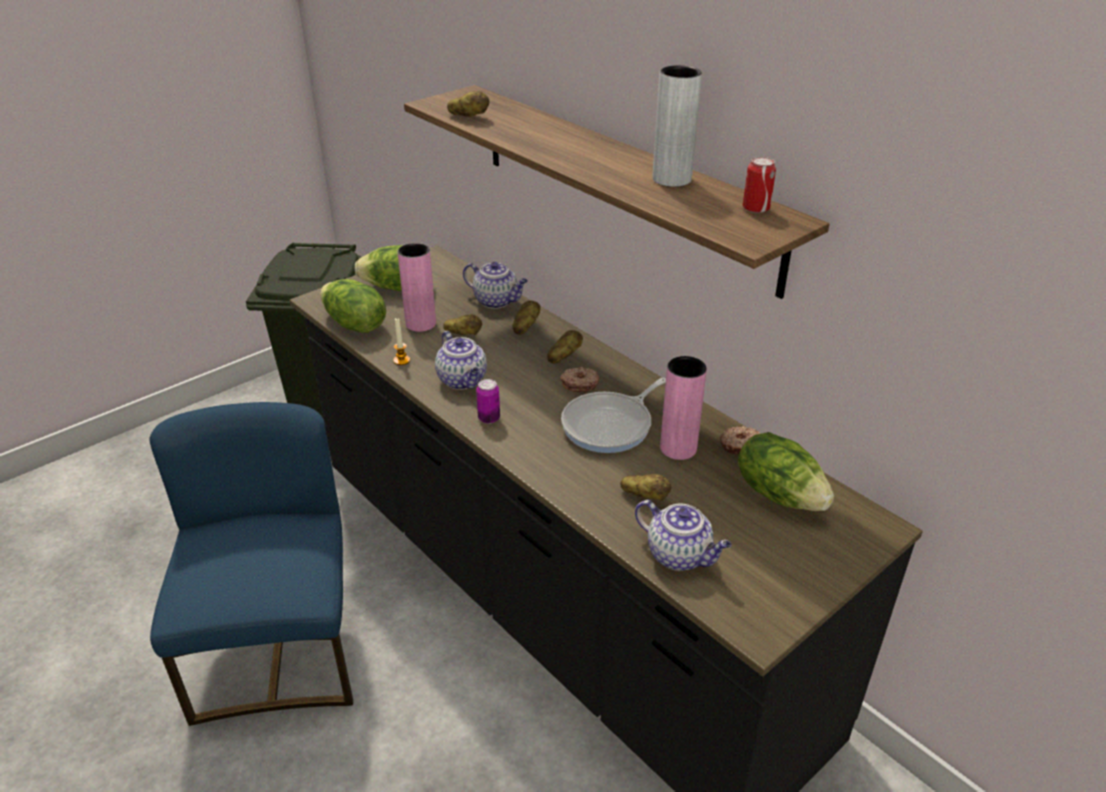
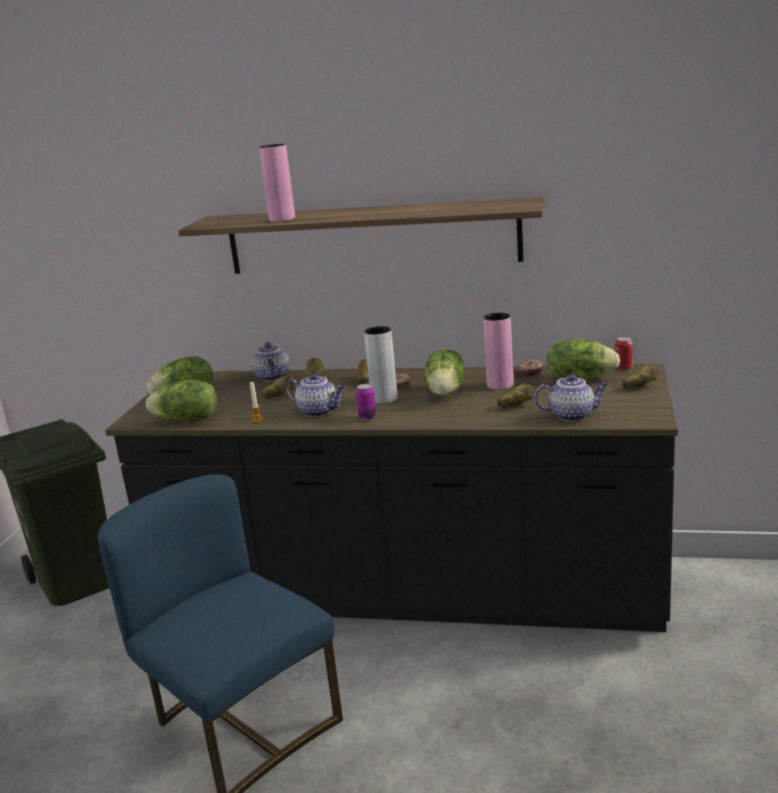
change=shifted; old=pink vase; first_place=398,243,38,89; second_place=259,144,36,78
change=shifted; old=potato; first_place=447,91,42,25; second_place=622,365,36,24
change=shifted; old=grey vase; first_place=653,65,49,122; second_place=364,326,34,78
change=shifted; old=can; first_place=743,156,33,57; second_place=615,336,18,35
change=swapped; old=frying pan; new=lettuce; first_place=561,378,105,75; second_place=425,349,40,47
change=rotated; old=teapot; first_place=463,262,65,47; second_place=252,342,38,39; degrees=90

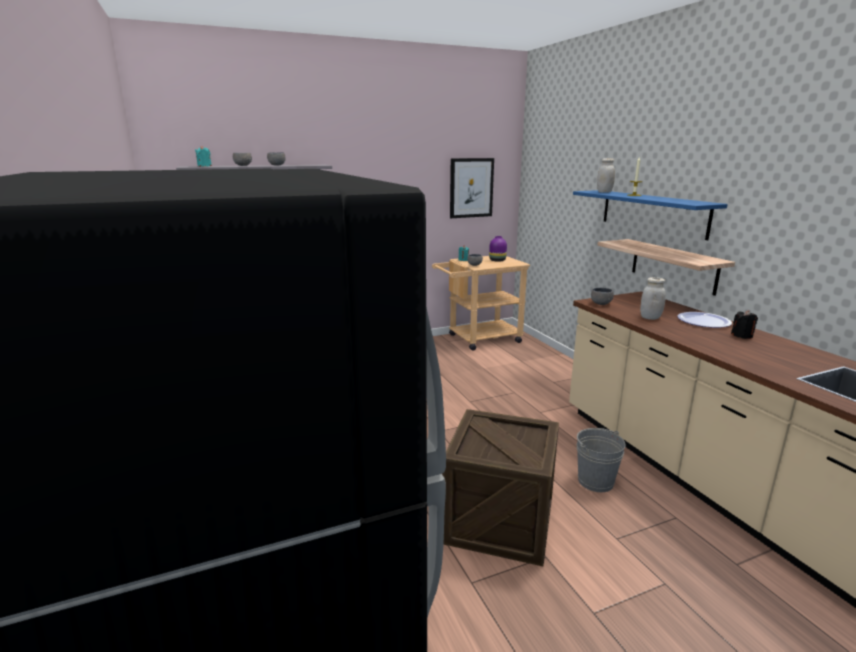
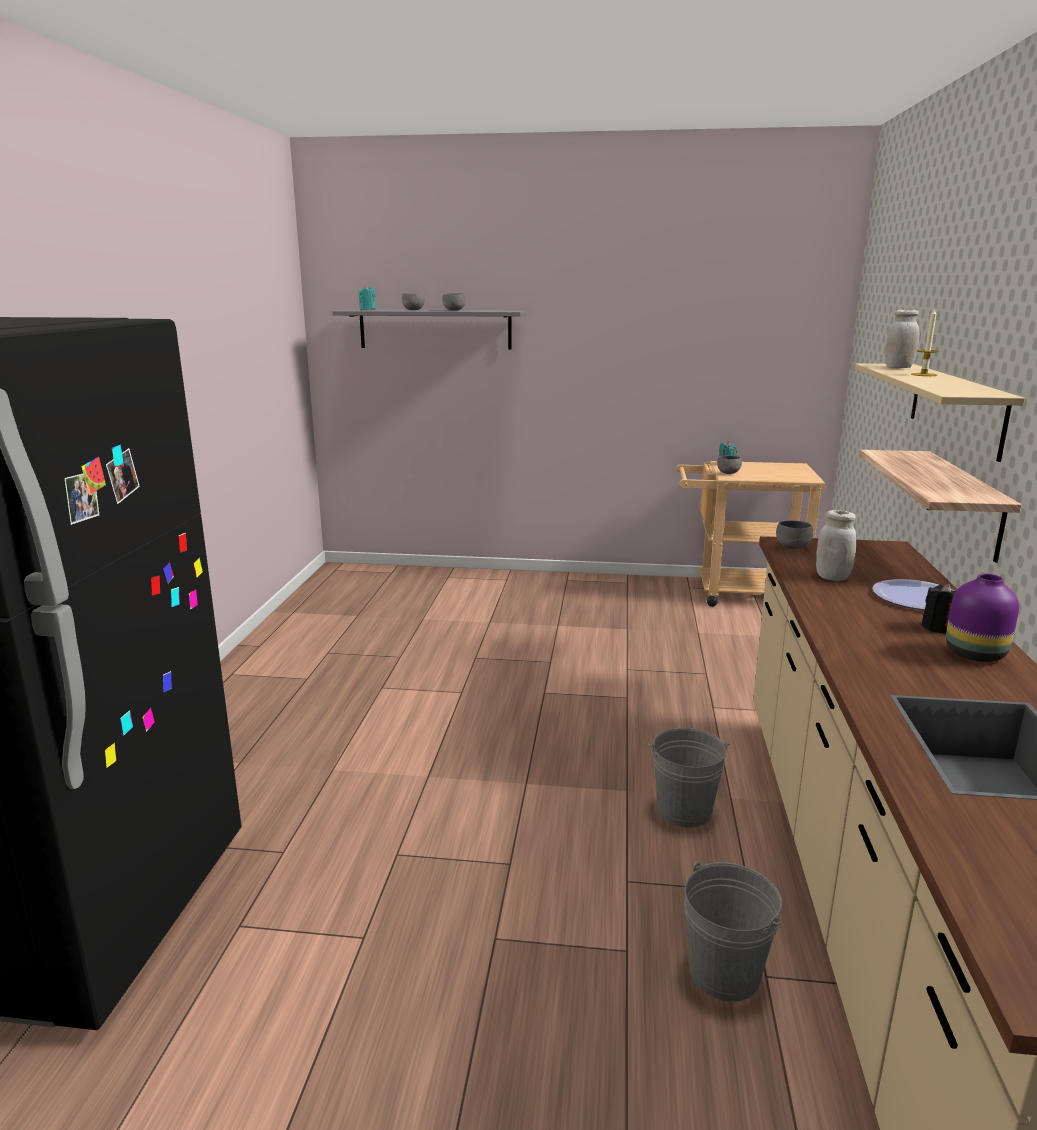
change=gone; old=crate; first_place=442,409,117,157
change=gone; old=picture; first_place=450,158,44,60
change=new; new=grey bucket; second_place=684,862,99,139
change=shifted; old=purple vase; first_place=489,236,18,26; second_place=946,574,73,88
change=repainted; old=blue shelf; new=beige shelf; first_place=573,190,155,50; second_place=854,363,171,99

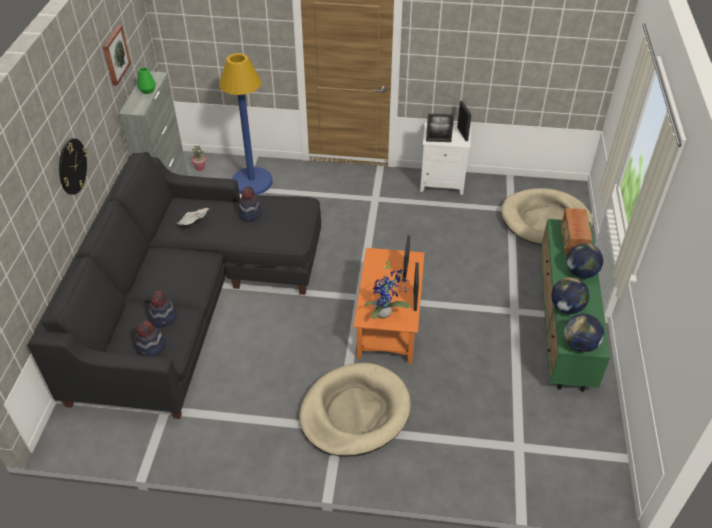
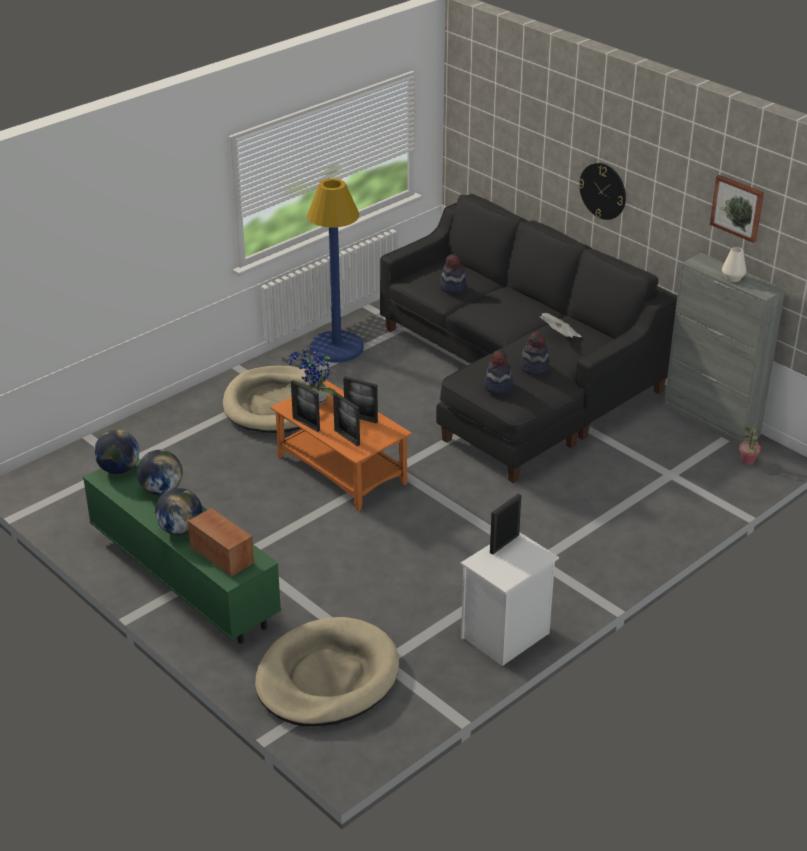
change=shifted; old=hat; first_place=135,320,31,37; second_place=484,350,29,45
change=shifted; old=blue floor lamp; first_place=219,53,54,142; second_place=307,178,57,185
change=shifted; old=picture frame; first_place=457,101,14,40; second_place=343,376,35,47
change=repainted; old=green vase; new=white vase; first_place=137,67,19,27; second_place=722,247,24,35

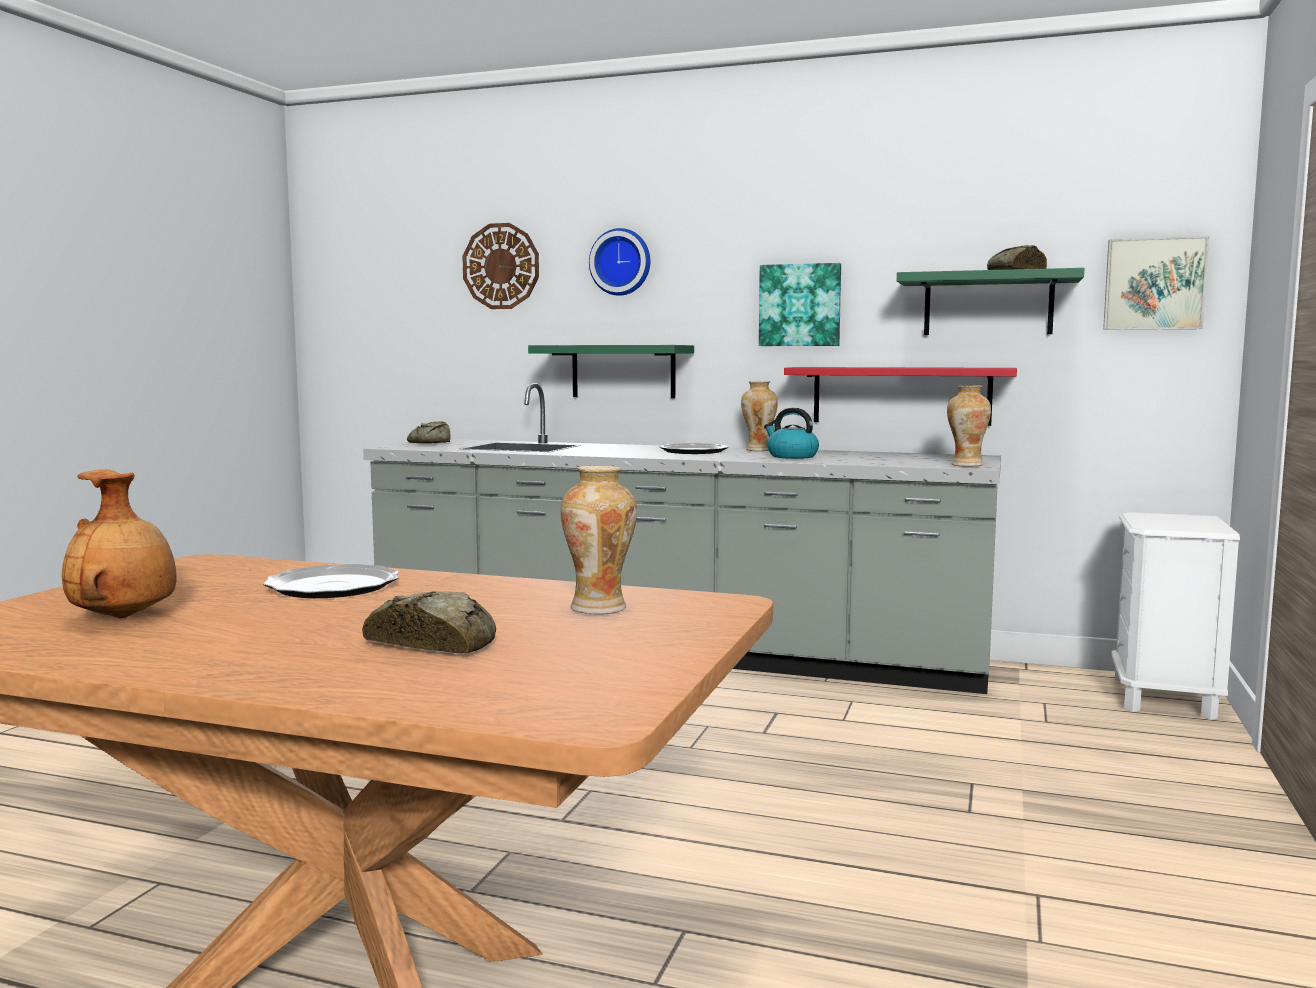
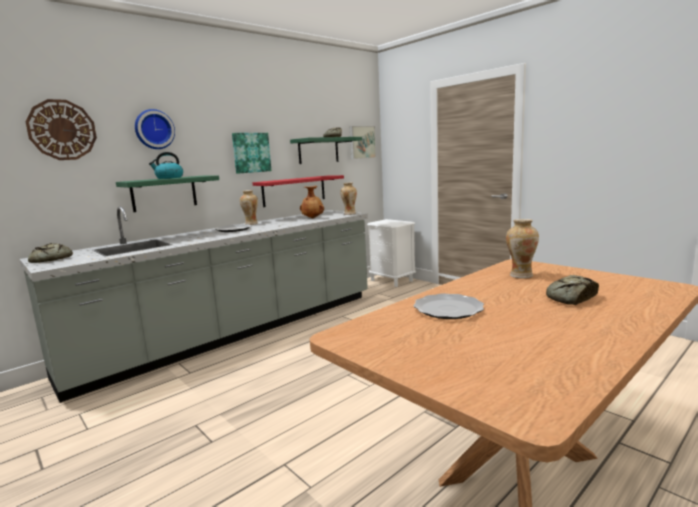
change=shifted; old=brown vase; first_place=62,469,115,149; second_place=300,186,24,32
change=shifted; old=kettle; first_place=764,408,55,51; second_place=149,152,34,27

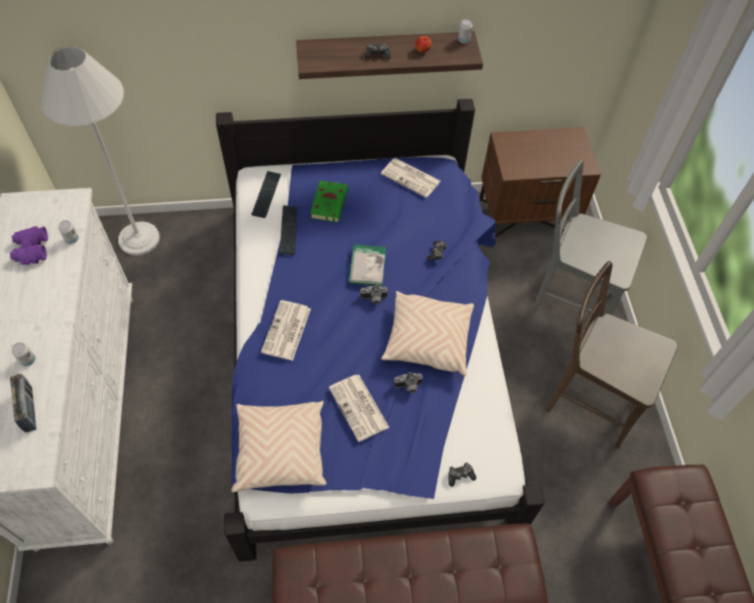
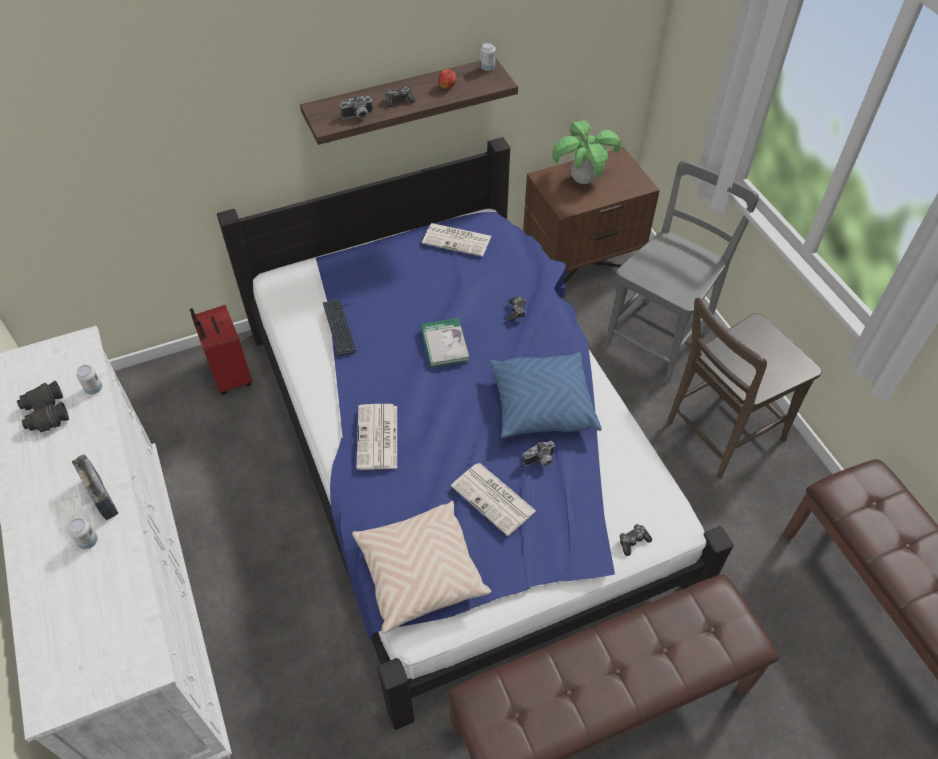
change=gone; old=white floor lamp; first_place=41,46,119,209
change=gone; old=keyboard; first_place=251,171,30,47
change=gone; old=green book; first_place=310,181,38,42
change=new; new=red suitcase; second_place=190,305,62,90
change=new; new=potted plant; second_place=552,120,69,64
change=shifted; old=radio; first_place=10,374,26,58; second_place=72,454,46,66
change=shifted; old=photo camera; first_place=360,285,28,19; second_place=340,95,33,24
change=repainted; old=purple binoculars; new=black binoculars; first_place=10,226,38,39; second_place=17,381,52,51
change=repainted; old=beige pillow; new=blue pillow; first_place=381,291,93,85; second_place=489,352,113,86
change=rotated; old=grey chair; first_place=531,160,116,155; second_place=603,160,156,223; degrees=120
change=rotated; old=brown chair; first_place=546,261,132,188; second_place=667,298,155,181; degrees=-45

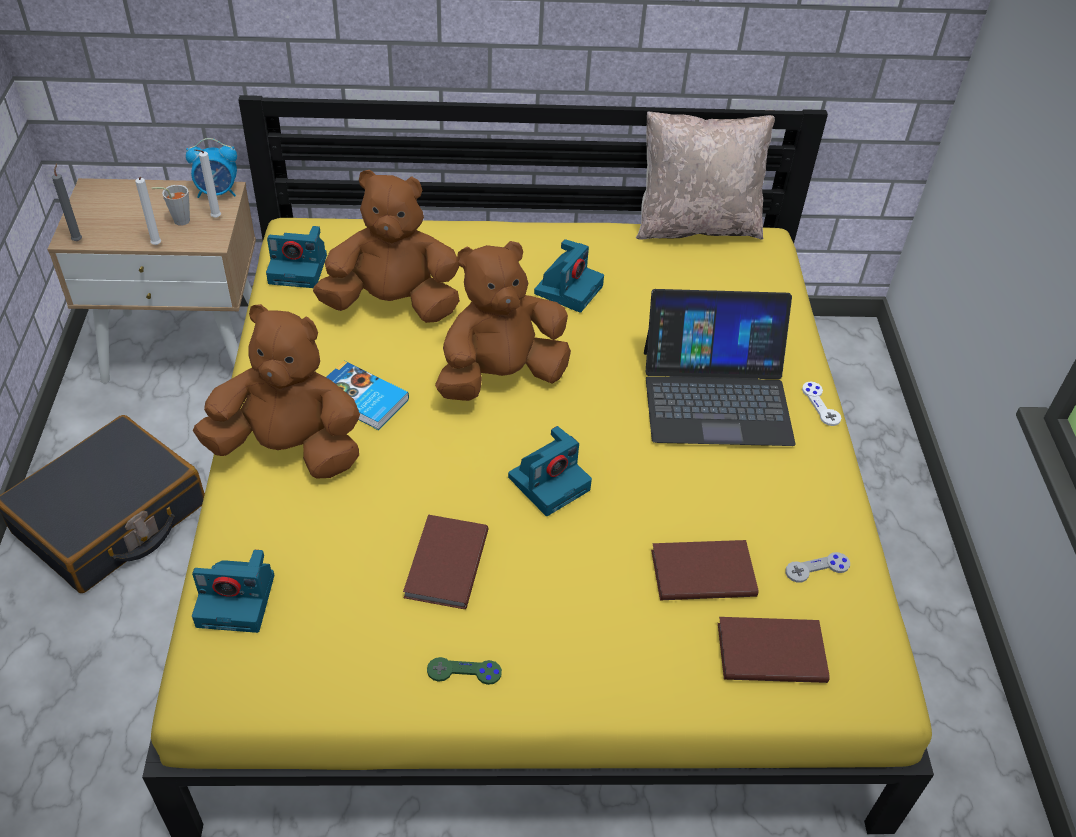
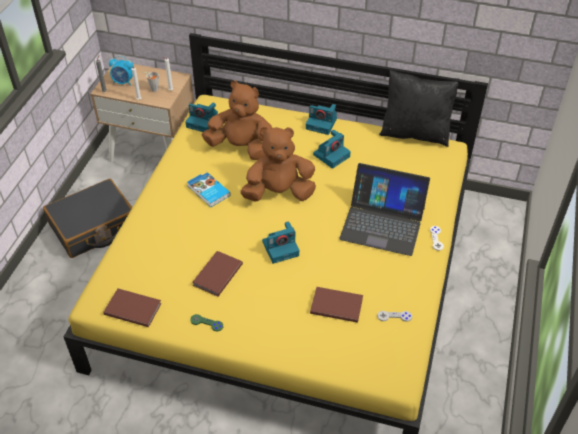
change=gone; old=brown plush toy; first_place=193,304,167,175
change=shifted; old=alarm clock; first_place=186,138,51,60; second_place=109,56,25,30
change=shifted; old=photo camera; first_place=192,550,82,83; second_place=306,104,31,31
change=shifted; old=brown book; first_place=718,617,112,66; second_place=103,288,59,39
change=repainted; old=beige pillow; new=black pillow; first_place=636,112,139,128; second_place=379,70,80,77

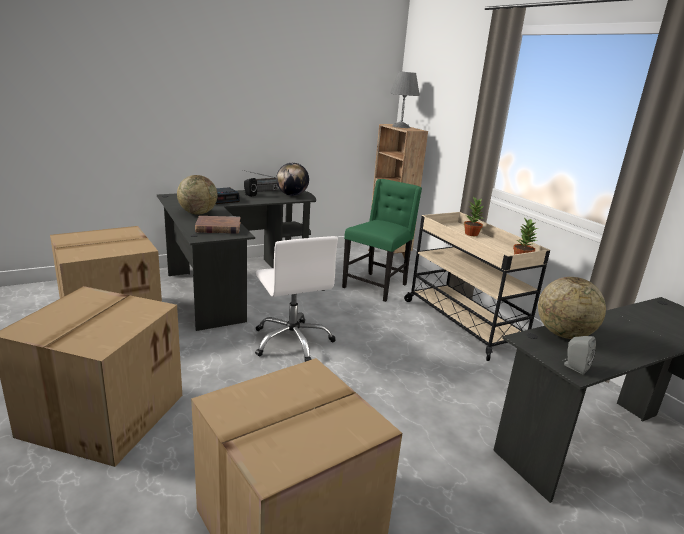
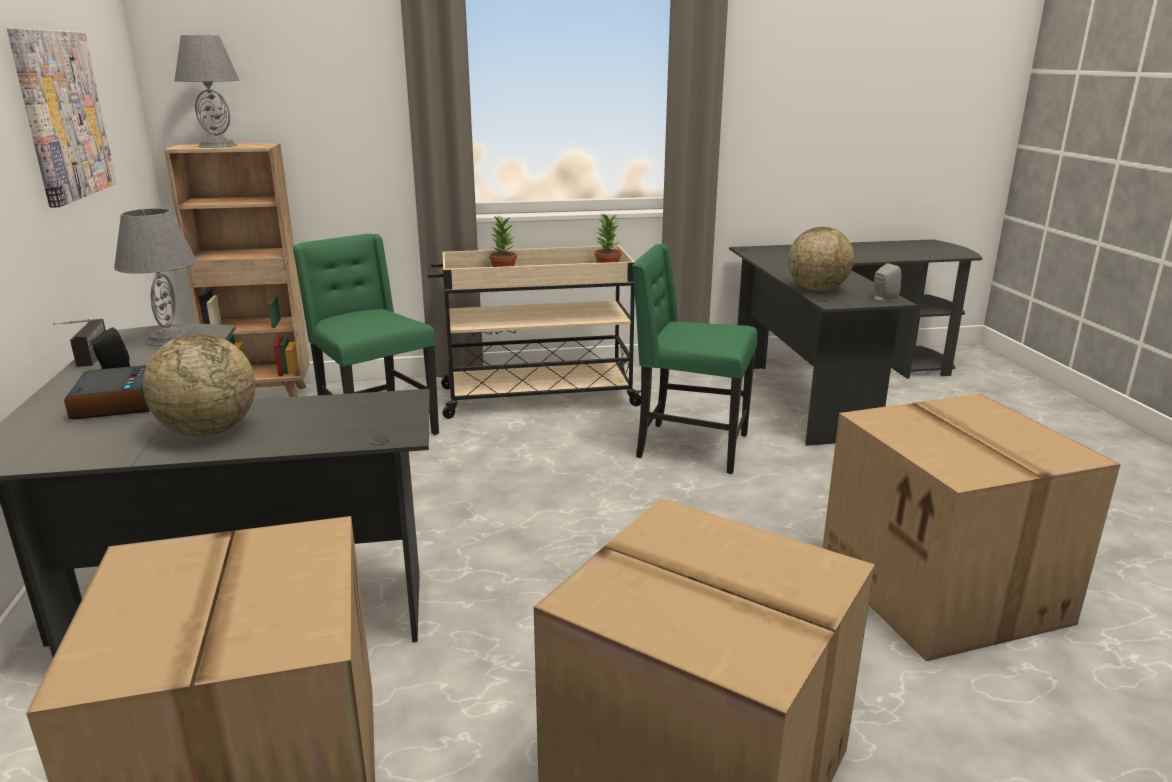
change=gone; old=brown book; first_place=195,216,45,18
change=gone; old=white office chair; first_place=255,236,83,126
change=new; new=picture; second_place=7,28,110,180
change=new; new=green chair; second_place=632,244,126,230
change=swapped; old=globe; new=grey table lamp; first_place=276,163,33,33; second_place=114,208,83,138

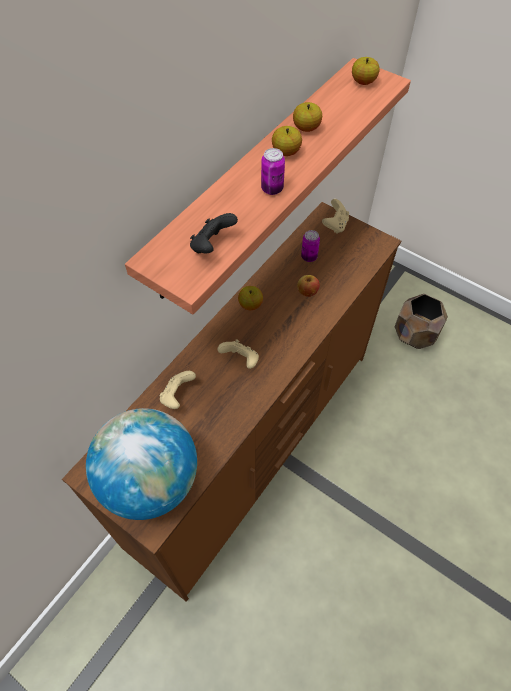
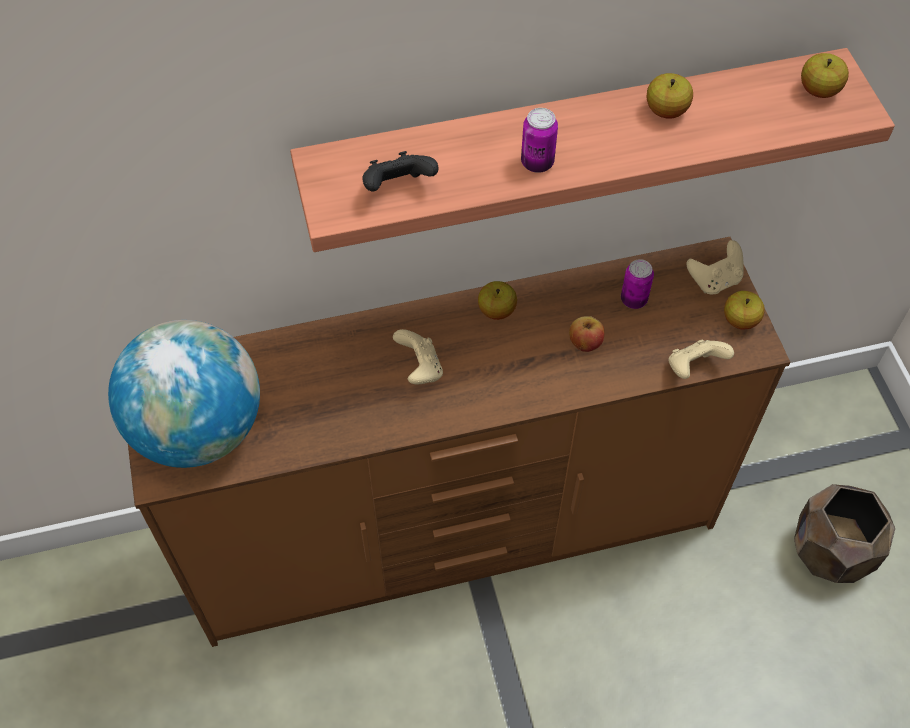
change=shifted; old=beige game controller; first_place=160,371,36,38; second_place=668,340,66,39
change=shifted; old=apple; first_place=272,126,30,30; second_place=724,291,41,38

